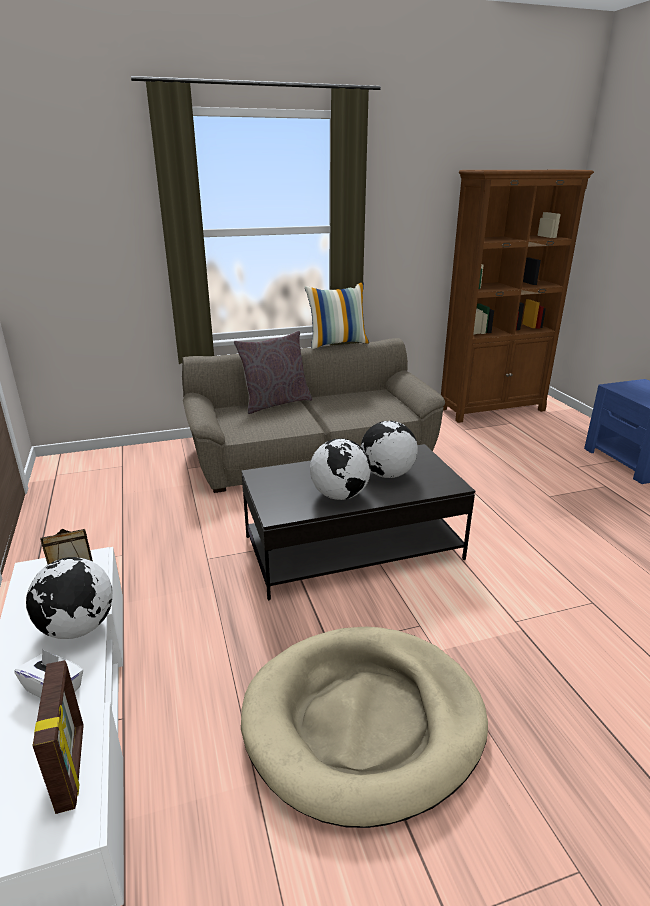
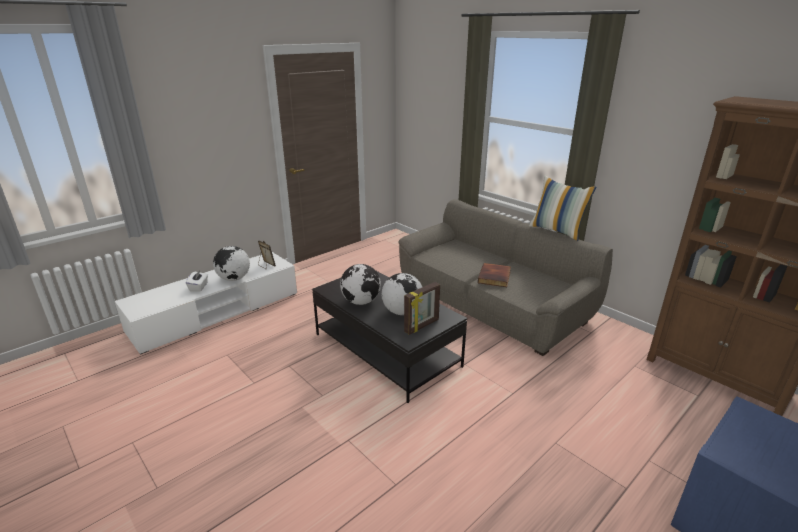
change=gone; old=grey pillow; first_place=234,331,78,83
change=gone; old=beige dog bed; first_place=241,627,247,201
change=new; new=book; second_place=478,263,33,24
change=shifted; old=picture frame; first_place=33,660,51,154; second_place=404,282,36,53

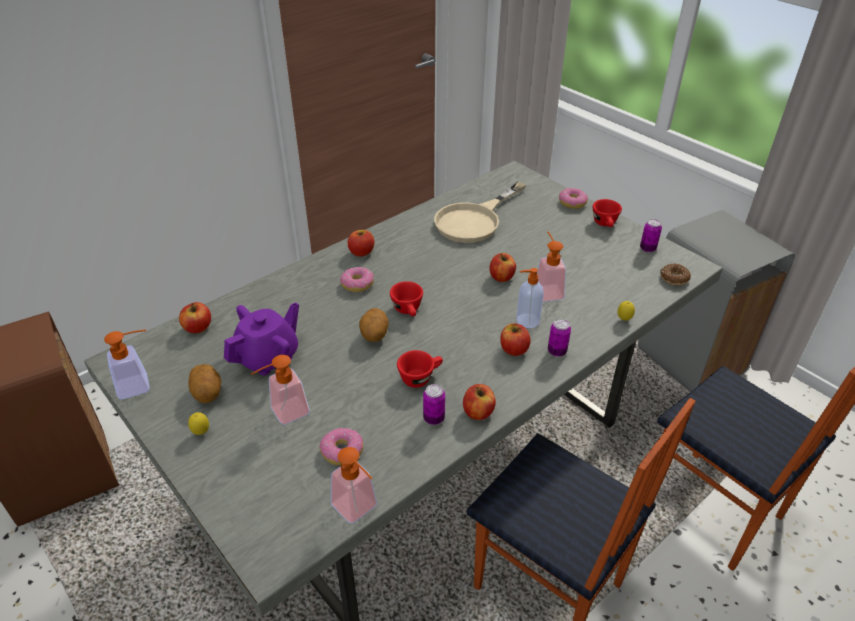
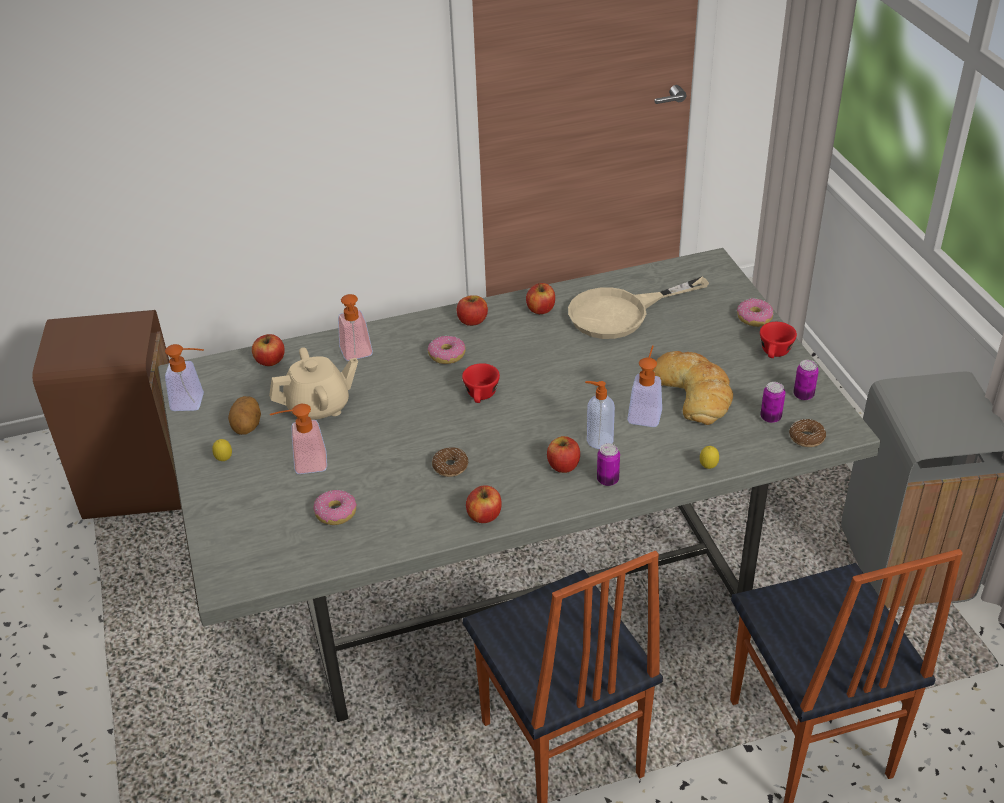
change=gone; old=potato; first_place=359,308,30,34
change=new; new=bread; second_place=652,351,81,74
change=shifted; old=soap dispenser; first_place=331,447,46,77; second_place=338,294,35,67
change=shifted; old=can; first_place=423,384,22,41; second_place=760,382,25,41
change=shifted; old=apple; first_place=489,253,27,29; second_place=526,283,29,31
change=swapped; old=red cup; new=donut; first_place=397,350,46,38; second_place=432,447,36,30
change=repainted; old=purple teapot; new=beige teapot; first_place=224,302,75,73; second_place=269,347,89,73

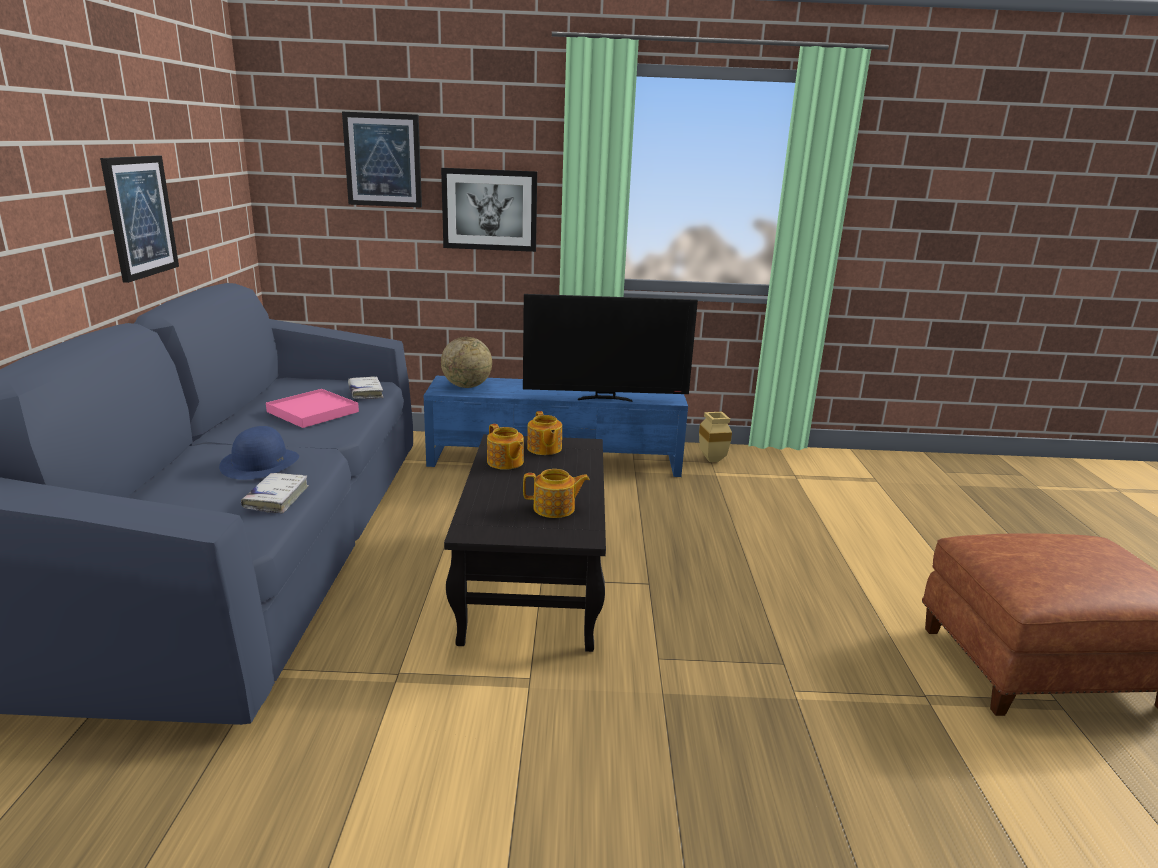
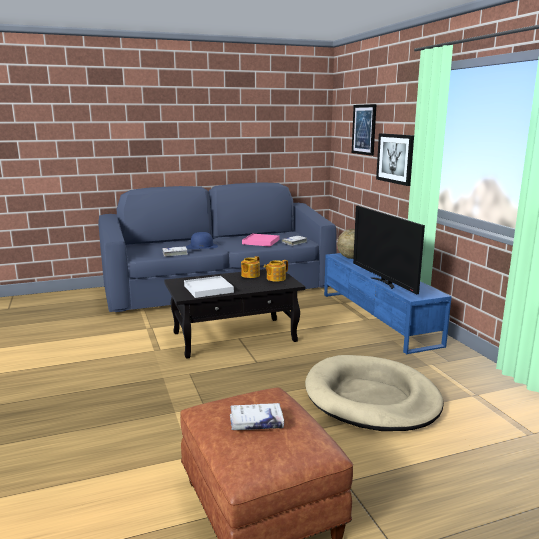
change=gone; old=picture; first_place=100,155,79,128
change=gone; old=beige vase; first_place=699,412,33,50
change=new; new=white book; second_place=230,403,54,27
change=new; new=beige dog bed; second_place=305,355,139,76
change=swapped; old=teapot; new=white tray; first_place=523,469,67,49; second_place=184,276,50,22

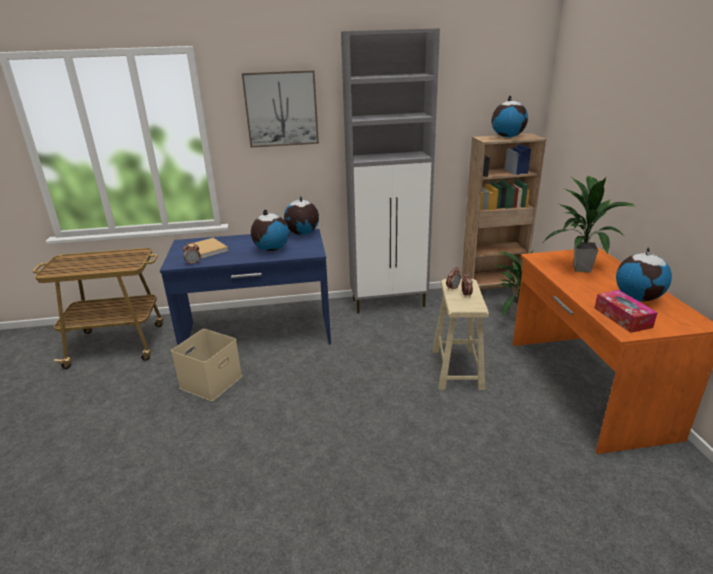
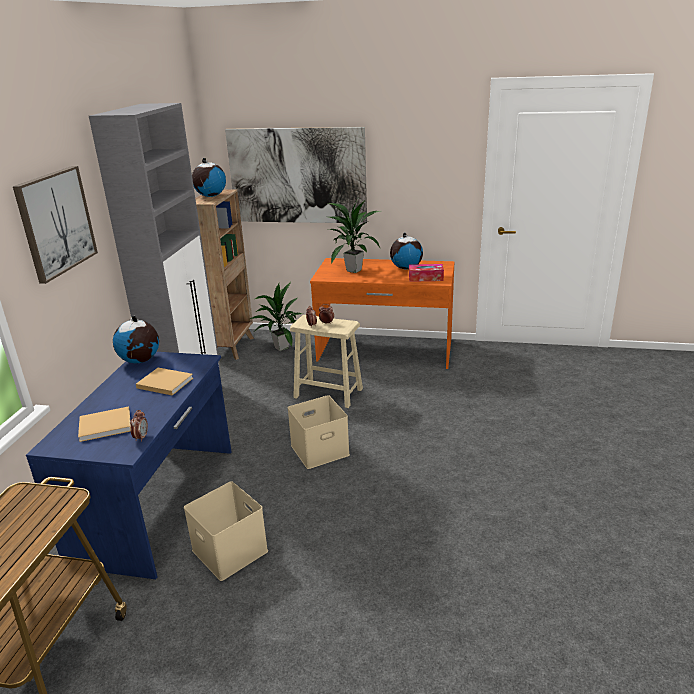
change=new; new=picture; second_place=225,127,142,97
change=new; new=beige storage box; second_place=287,395,63,74
change=swapped; old=globe; new=beige book; first_place=251,210,38,41; second_place=136,368,57,27

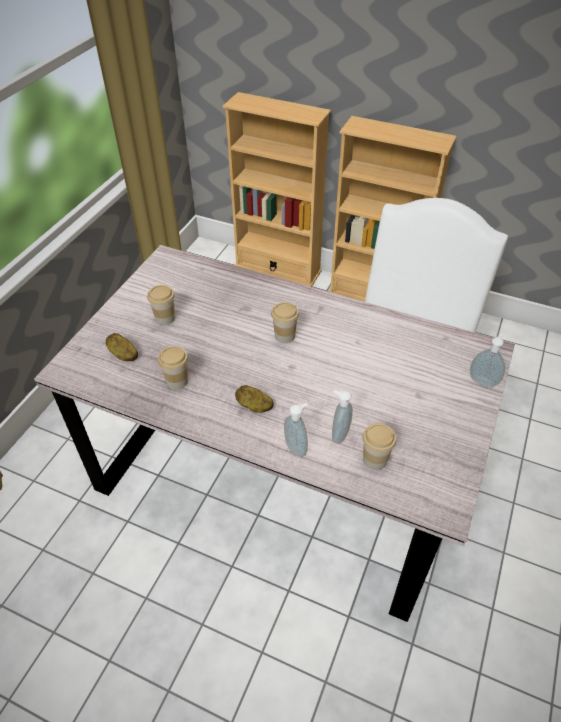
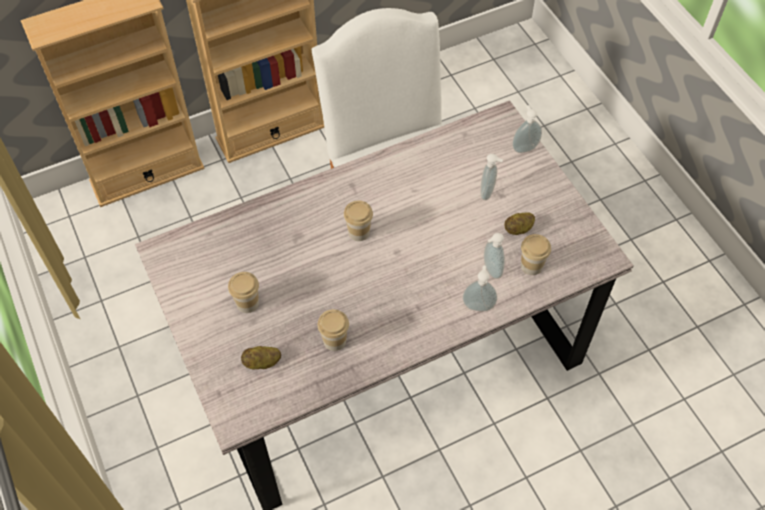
change=new; new=soap dispenser; second_place=481,154,22,46
change=shifted; old=potato; first_place=235,385,39,28; second_place=505,212,30,23

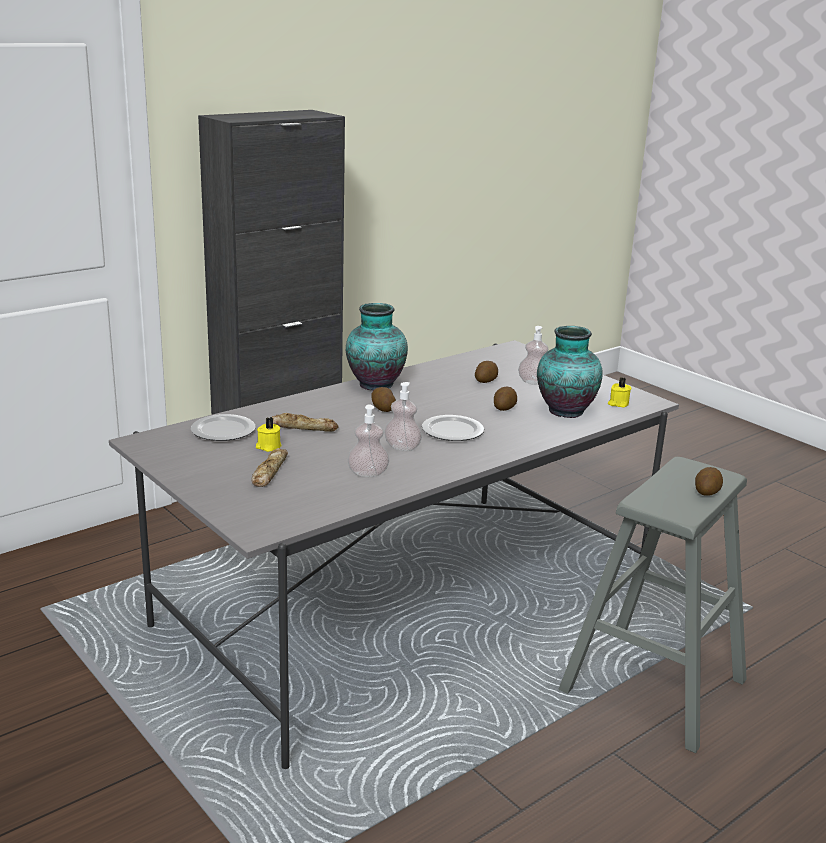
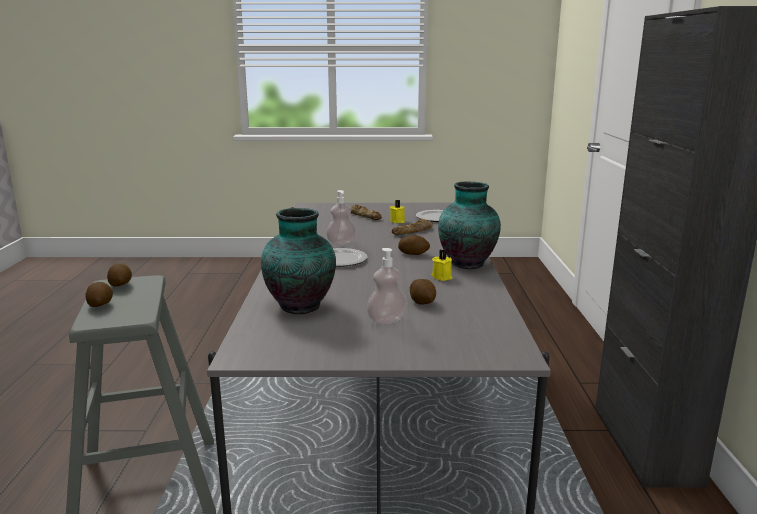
change=gone; old=soap dispenser; first_place=348,404,41,73
change=shifted; old=potato; first_place=494,387,23,24; second_place=107,263,25,24
change=shifted; old=yellow candle; first_place=608,377,24,31; second_place=432,249,21,32

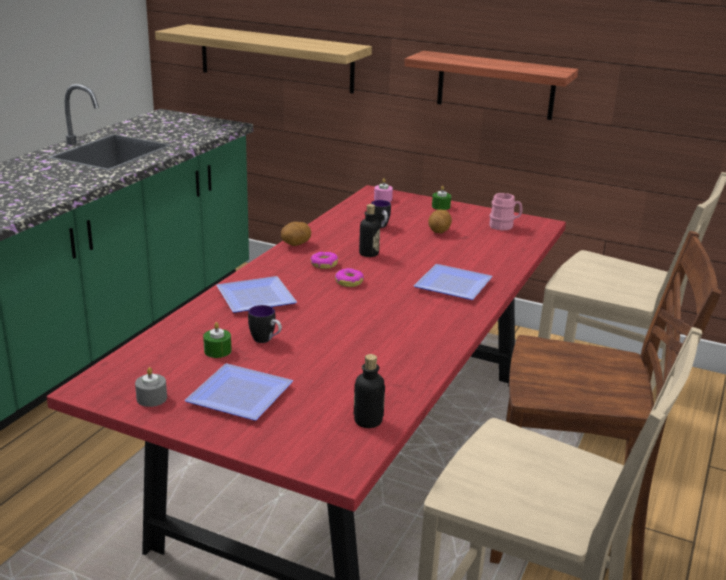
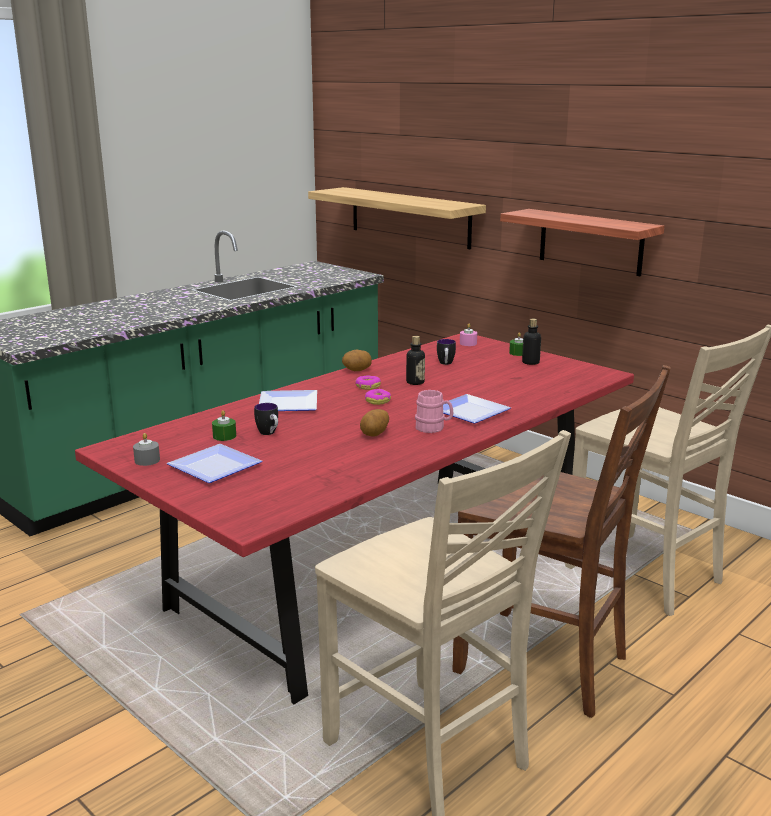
change=shifted; old=bottle; first_place=354,354,31,74; second_place=522,319,19,46
change=shifted; old=potato; first_place=428,209,24,24; second_place=360,409,29,27
change=shifted; old=pink mug; first_place=489,193,33,37; second_place=415,390,38,43

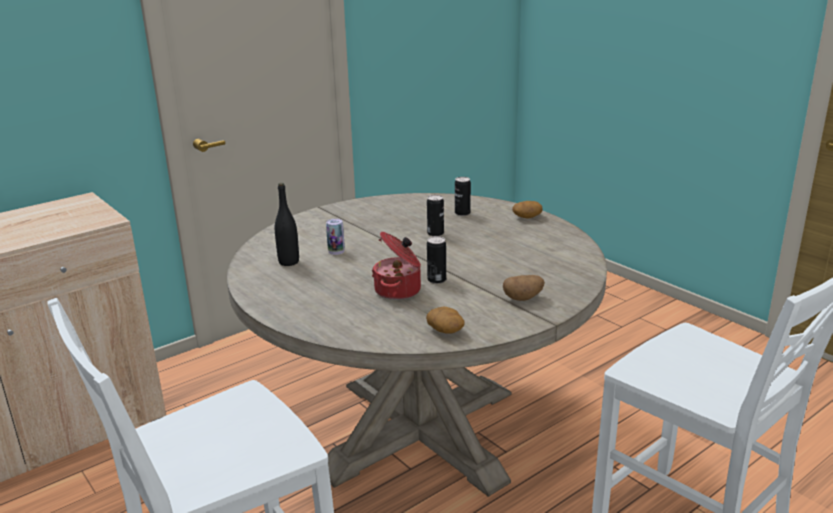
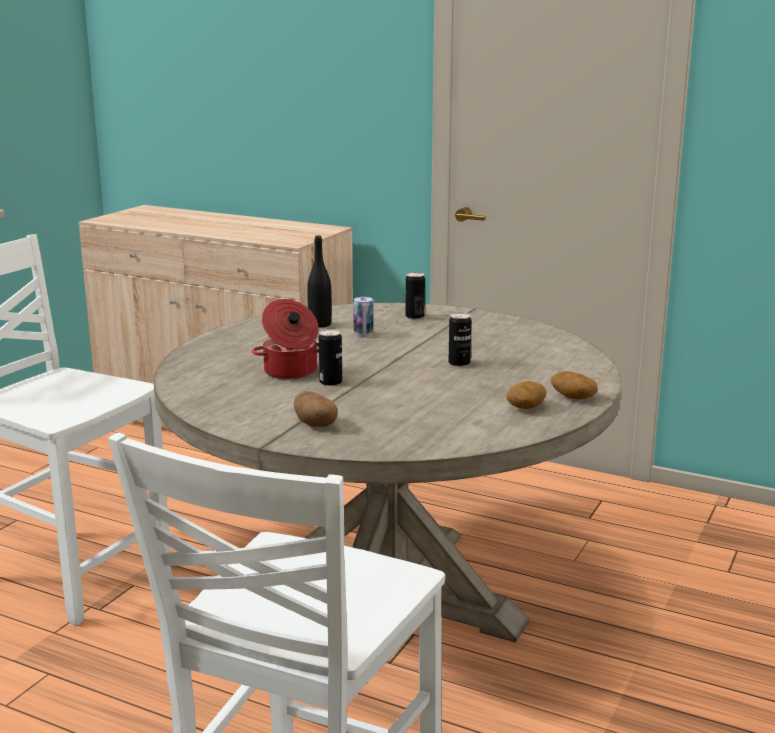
change=shifted; old=potato; first_place=426,307,39,27; second_place=506,381,40,28
change=shifted; old=can; first_place=455,177,16,39; second_place=406,272,19,47

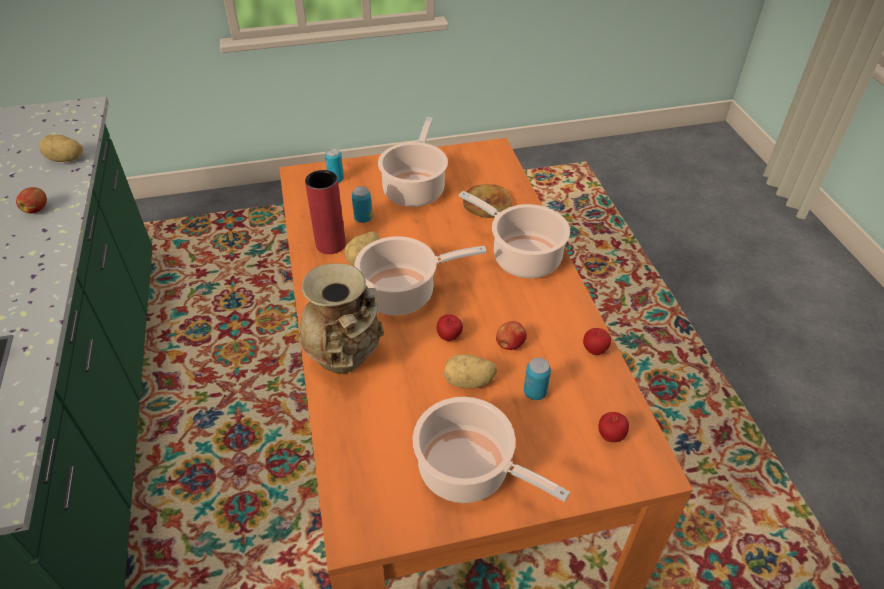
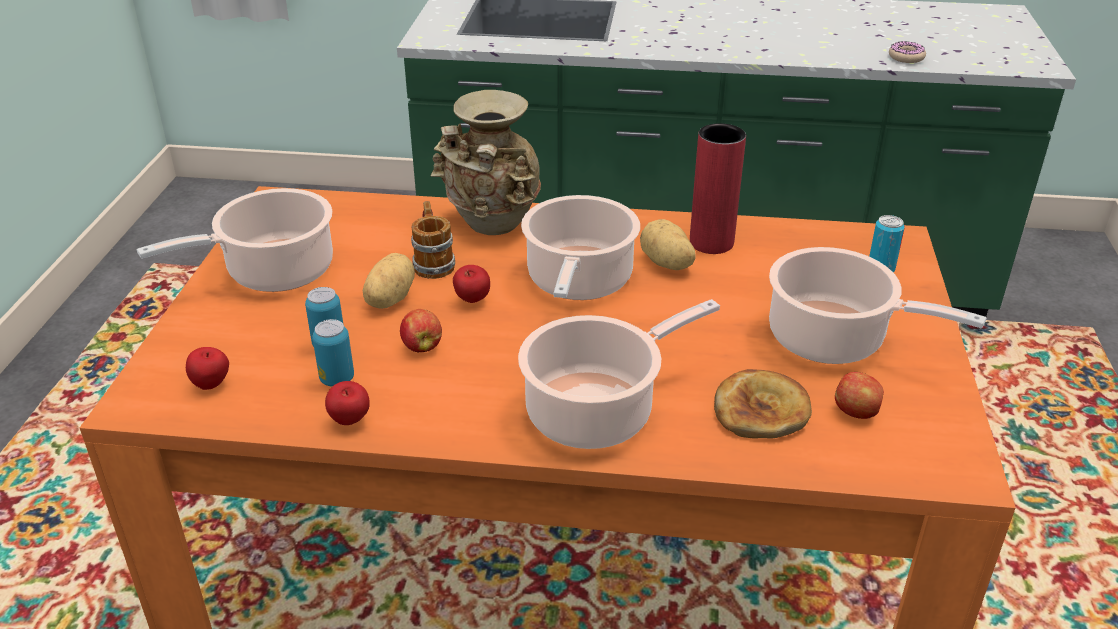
change=new; new=mug; second_place=411,201,44,78
change=shifted; old=apple; first_place=16,187,31,26; second_place=835,372,49,47
change=shifted; old=can; first_place=352,186,21,37; second_place=312,319,42,68
change=swapped; old=potato; new=donut; first_place=39,135,44,27; second_place=889,41,37,22

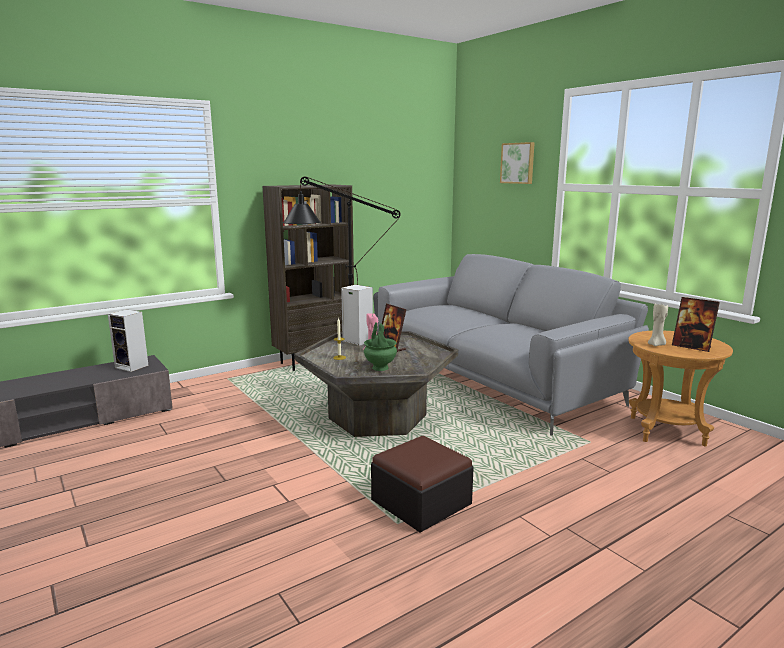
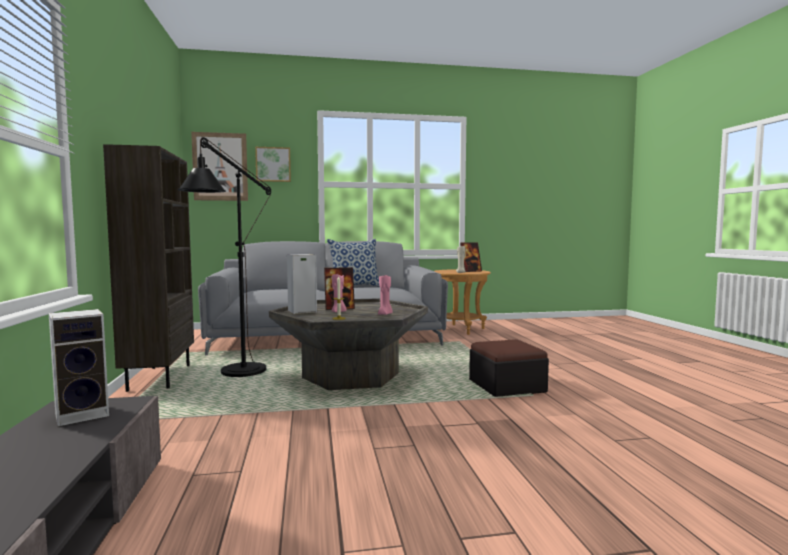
change=new; new=picture; second_place=191,132,57,69
change=new; new=pillow; second_place=327,239,52,47
change=swapped; old=green vase; new=pink candle; first_place=364,322,33,49; second_place=378,275,15,40

